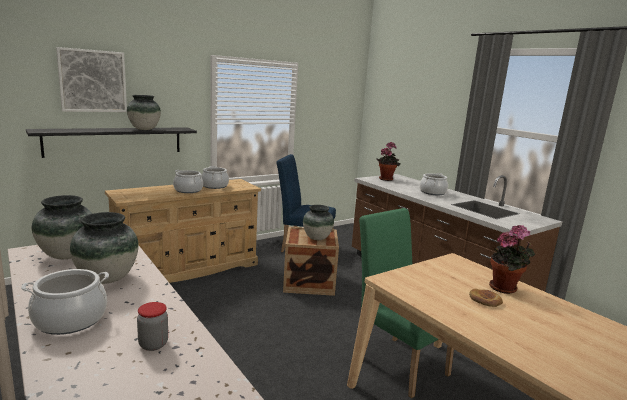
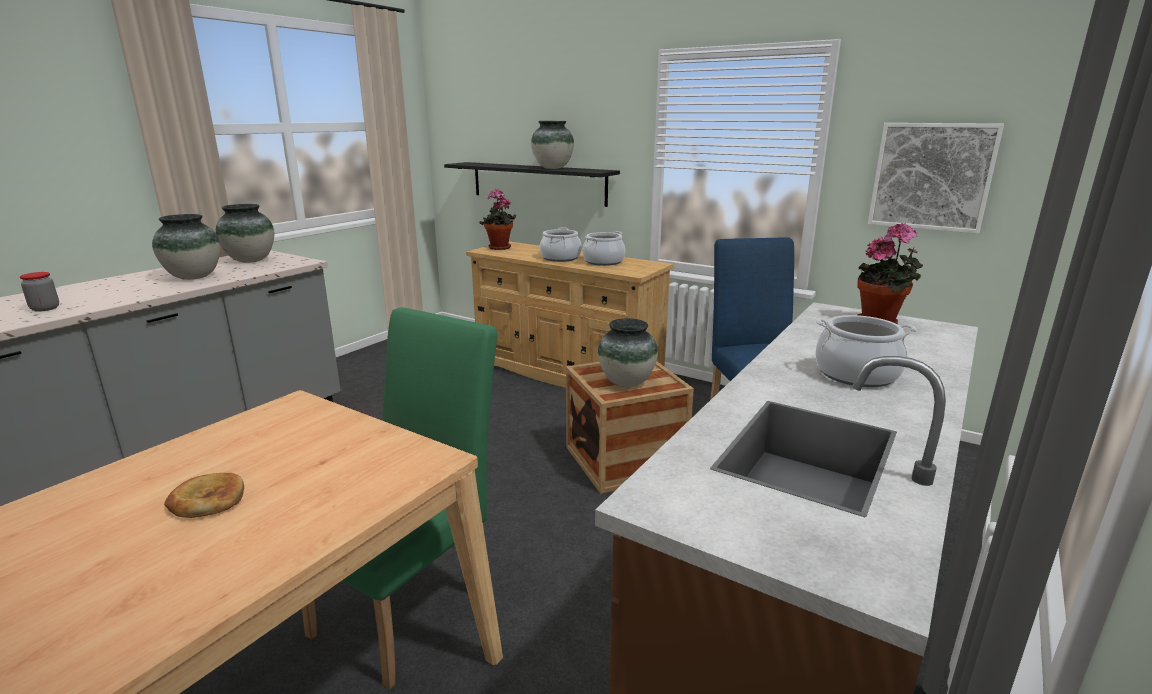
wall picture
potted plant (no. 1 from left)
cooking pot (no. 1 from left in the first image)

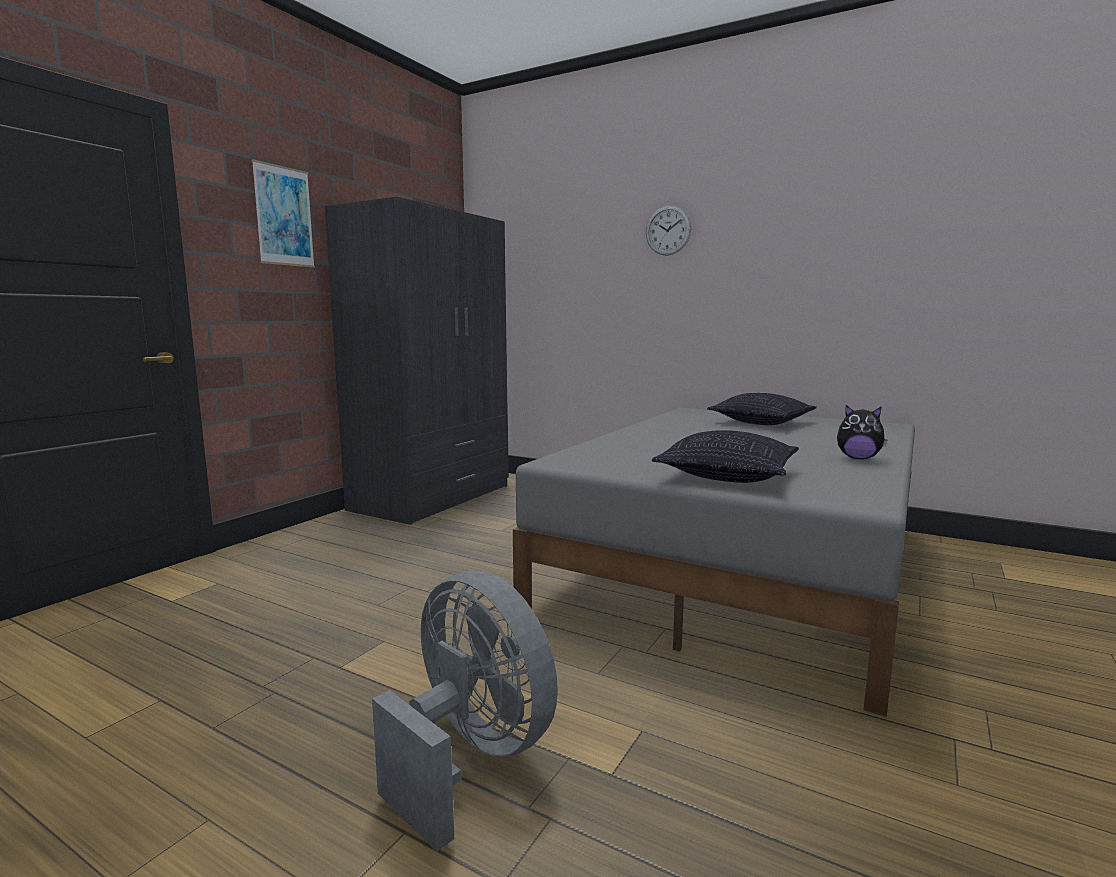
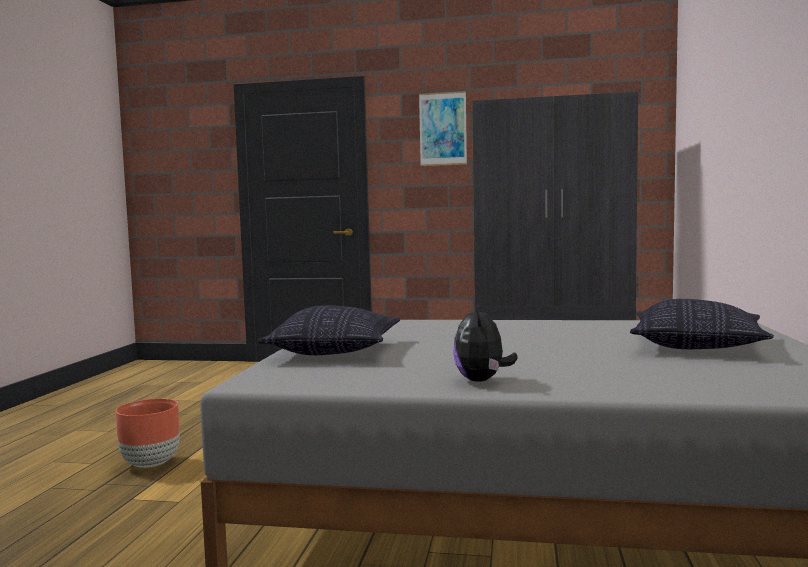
wall clock
plant pot (brownish)

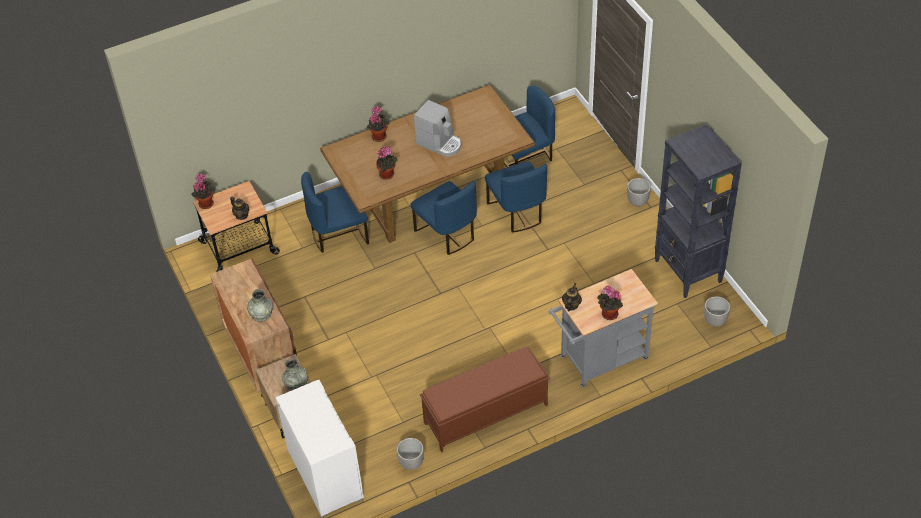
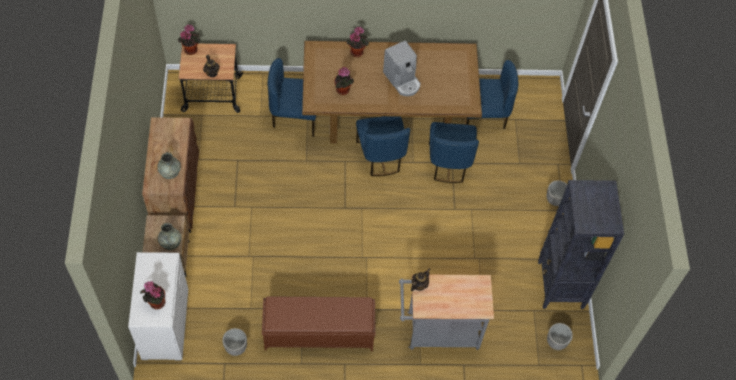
potted plant (no. 1 from left)

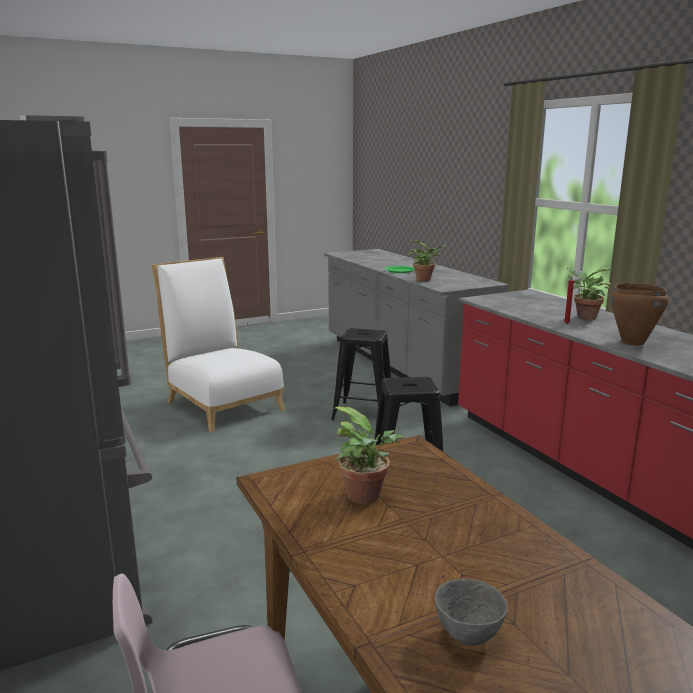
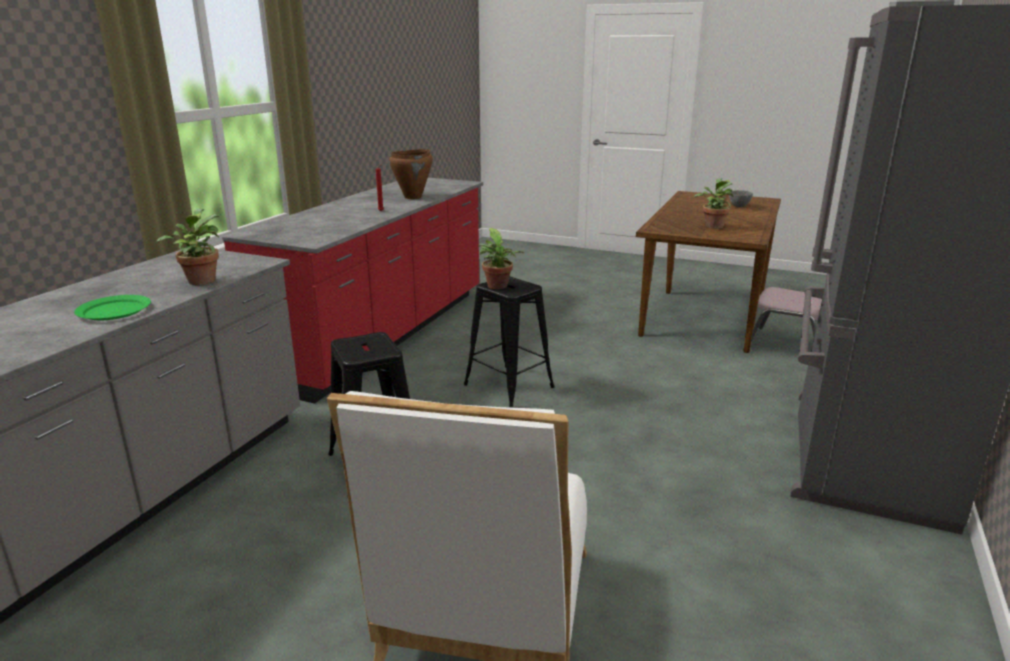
potted plant (no. 2 from left)

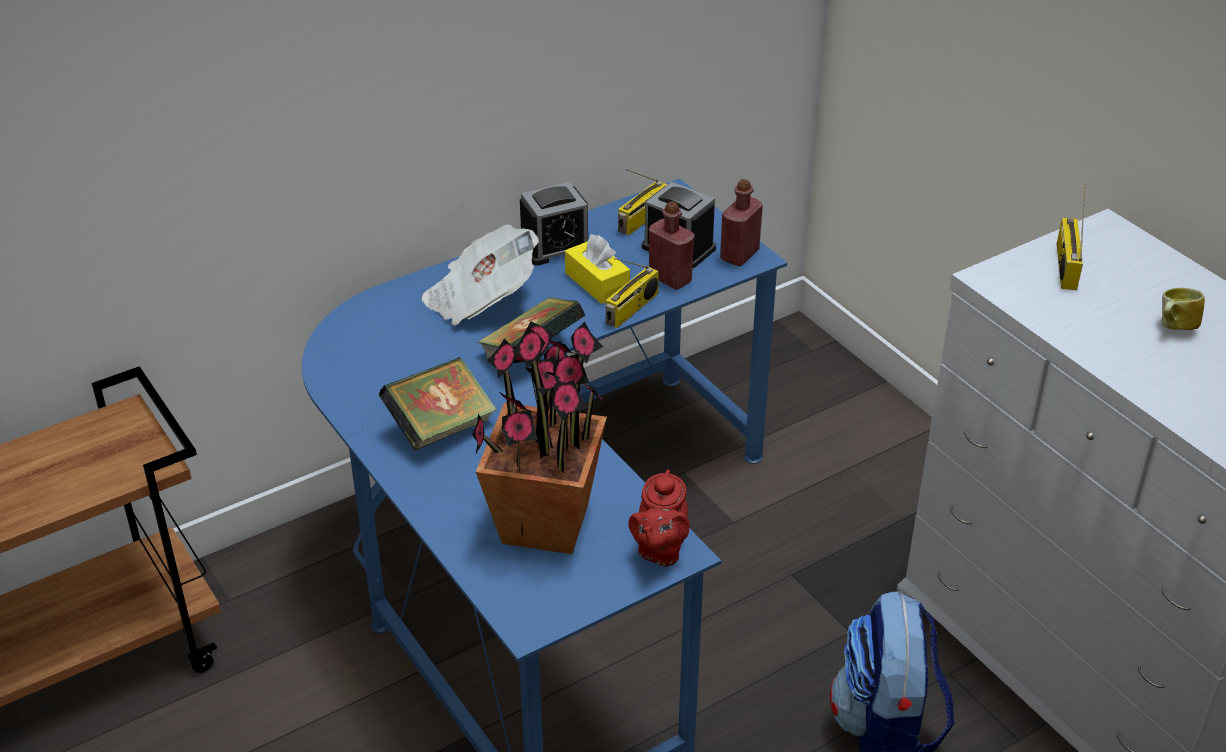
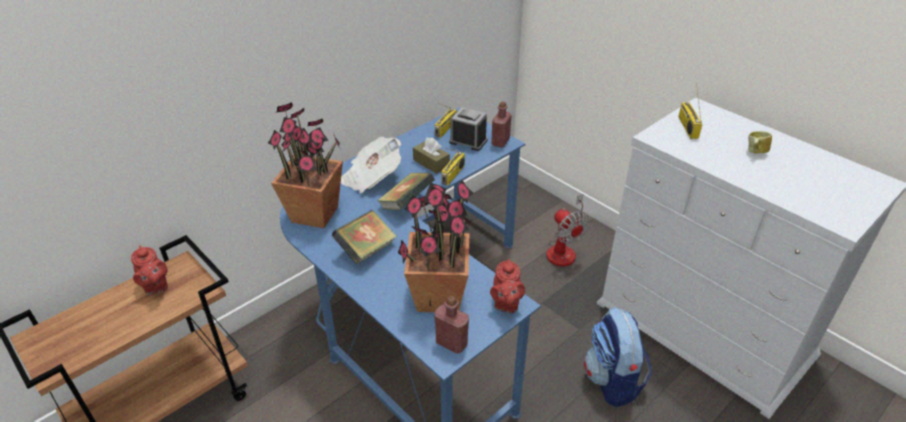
alarm clock (no. 1 from left in the first image)
beverage bottle (reddish) (no. 1 from left)
tissue box (brownish)
potted plant (no. 1 from left)
fan
pot for tea (reddish) (no. 1 from left)

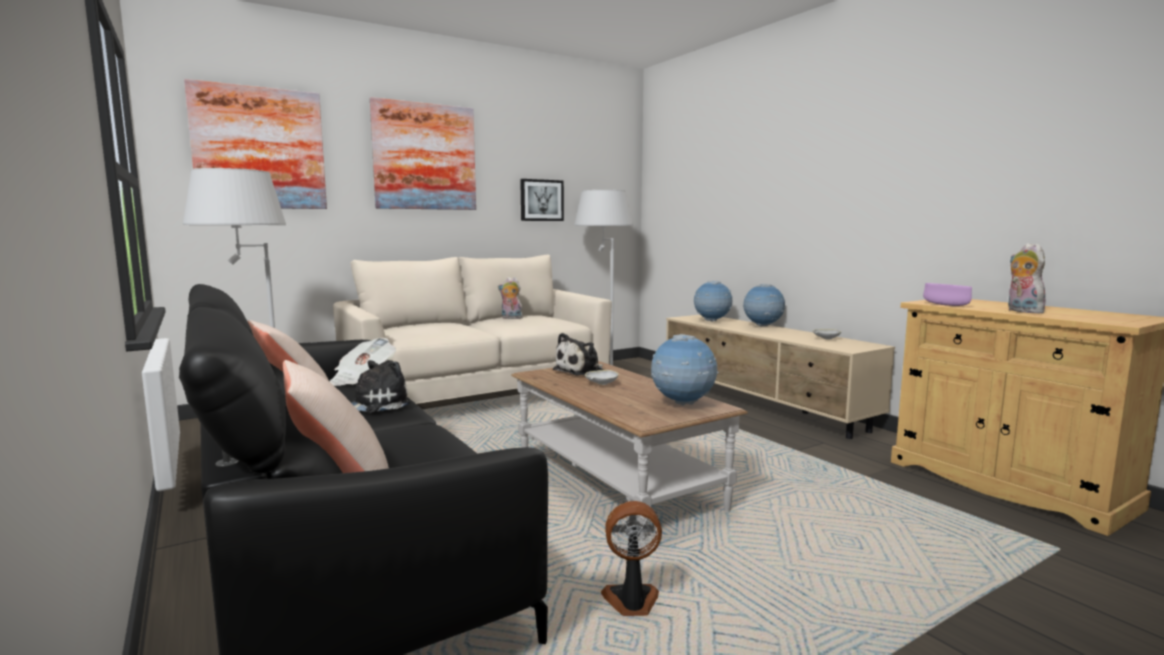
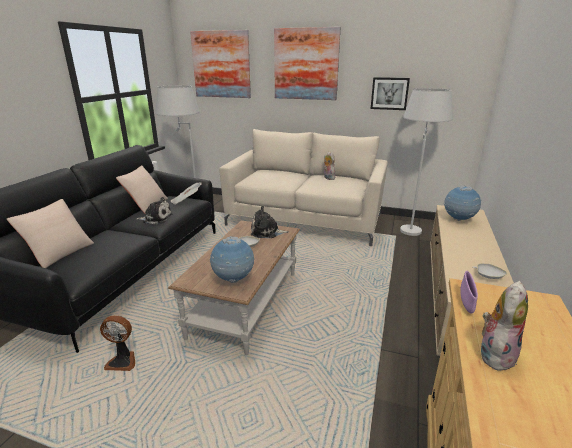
desk globe (no. 3 from left in the first image)
fan

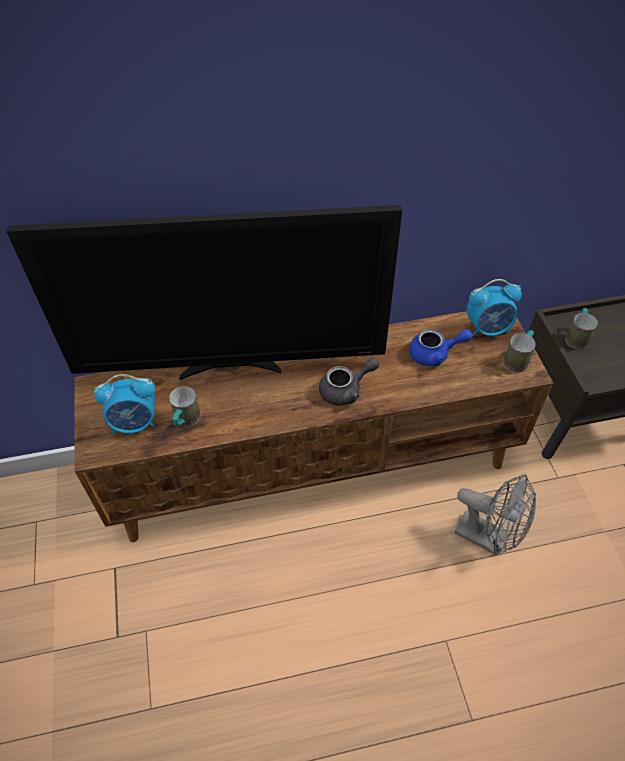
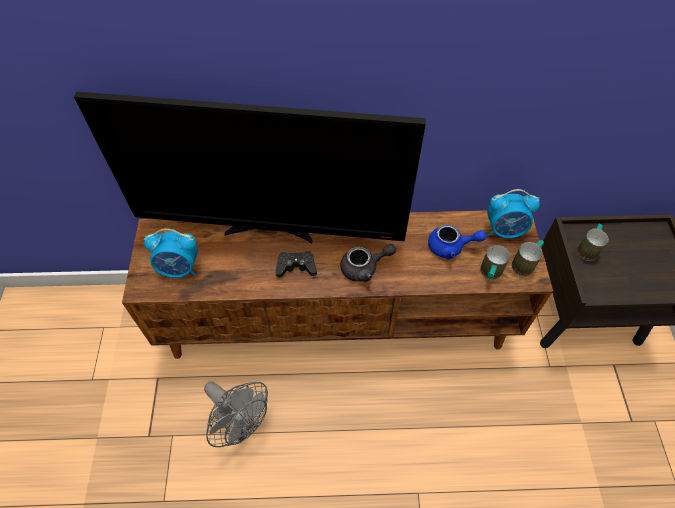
tea mug (no. 1 from left)
fan (grey)
gamepad (black)

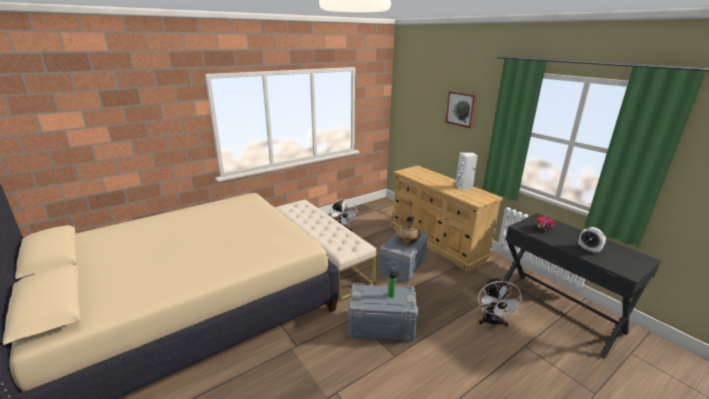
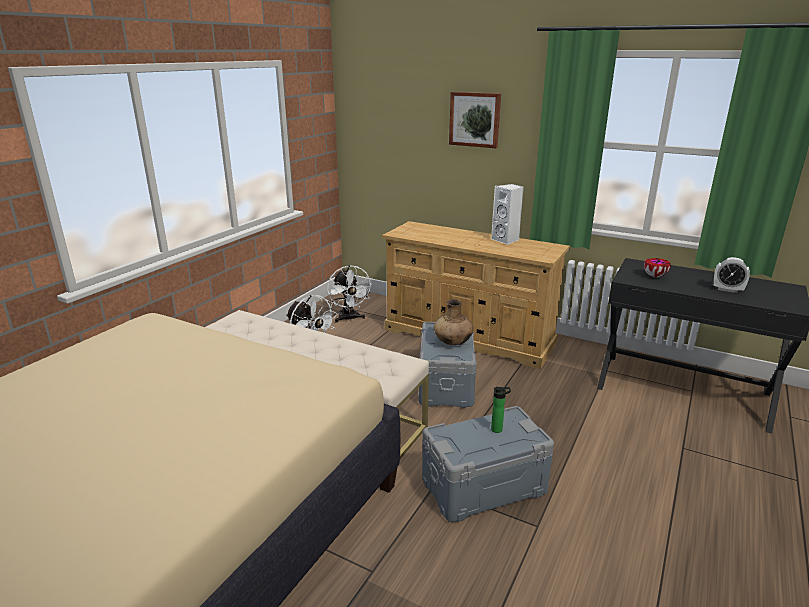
fan (whitish) (no. 2 from left)

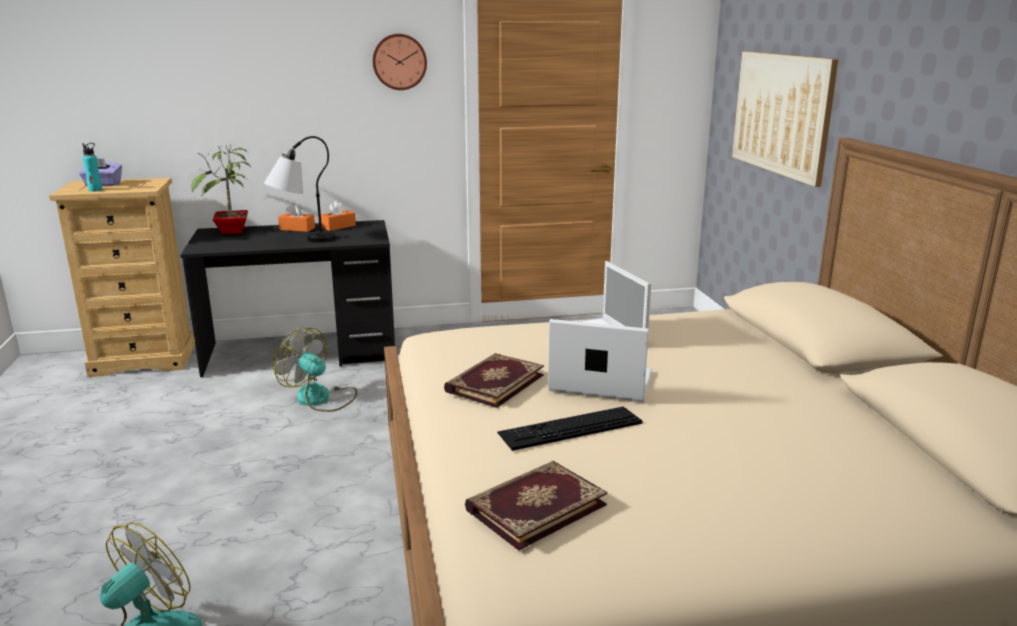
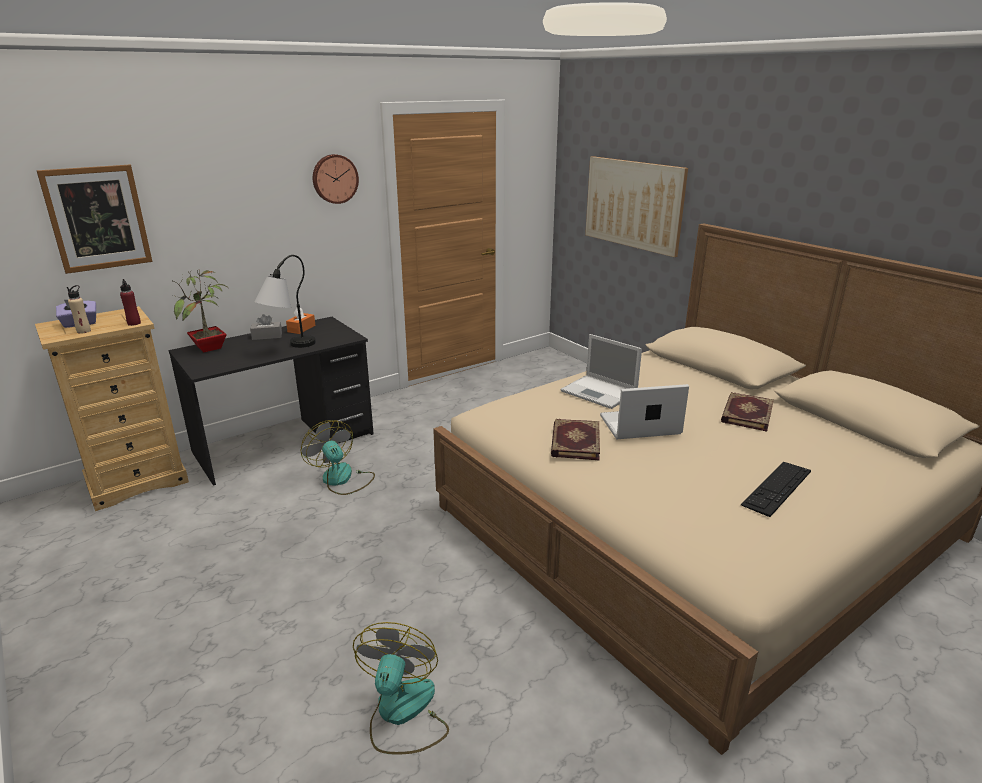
beverage bottle (sand-coloured)
tissue box (grey)
fan (no. 1 from left)
PC keyboard
bound book (no. 2 from left)
wall picture (no. 1 from left)
beverage bottle (reddish)

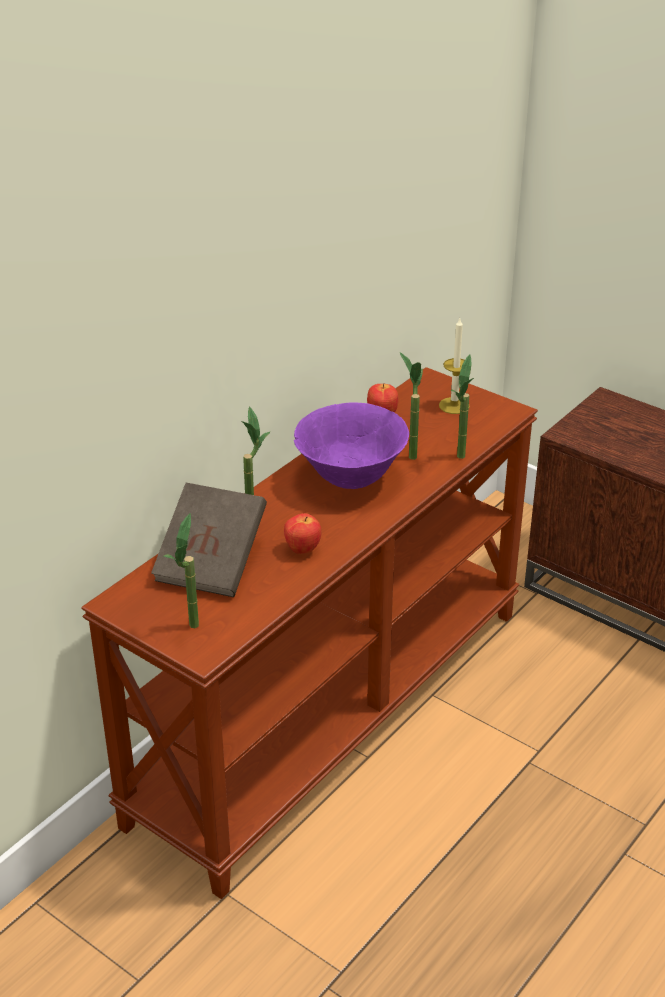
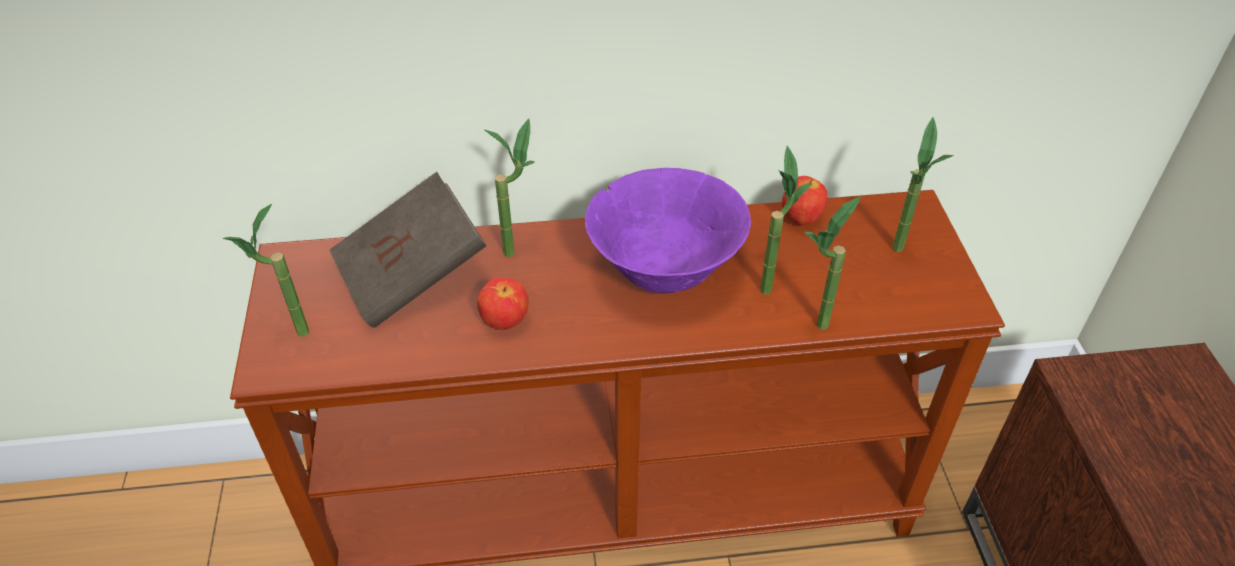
potted plant (no. 5 from left)

